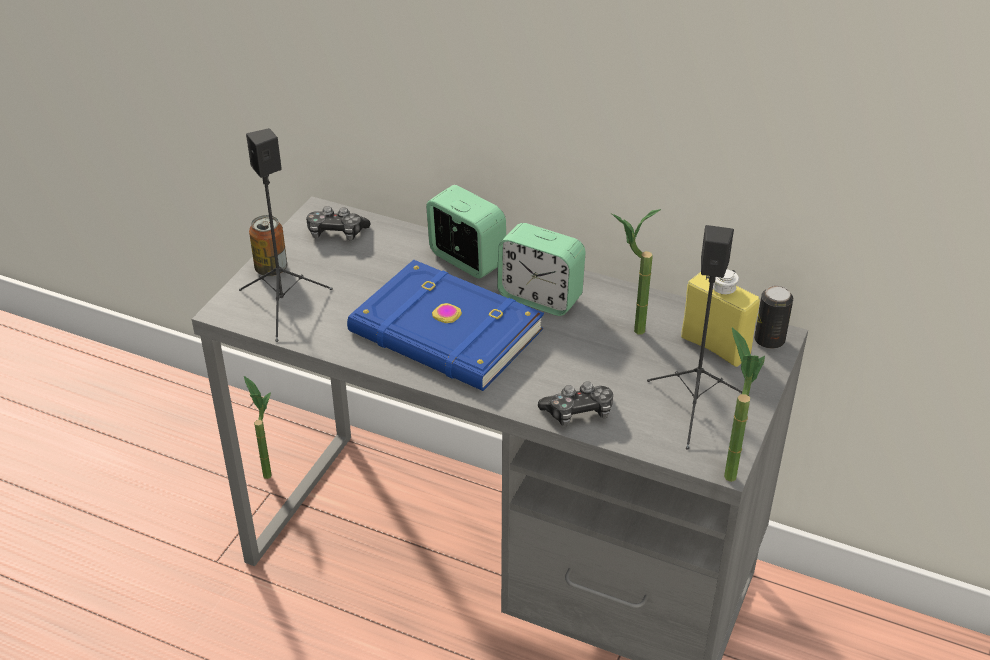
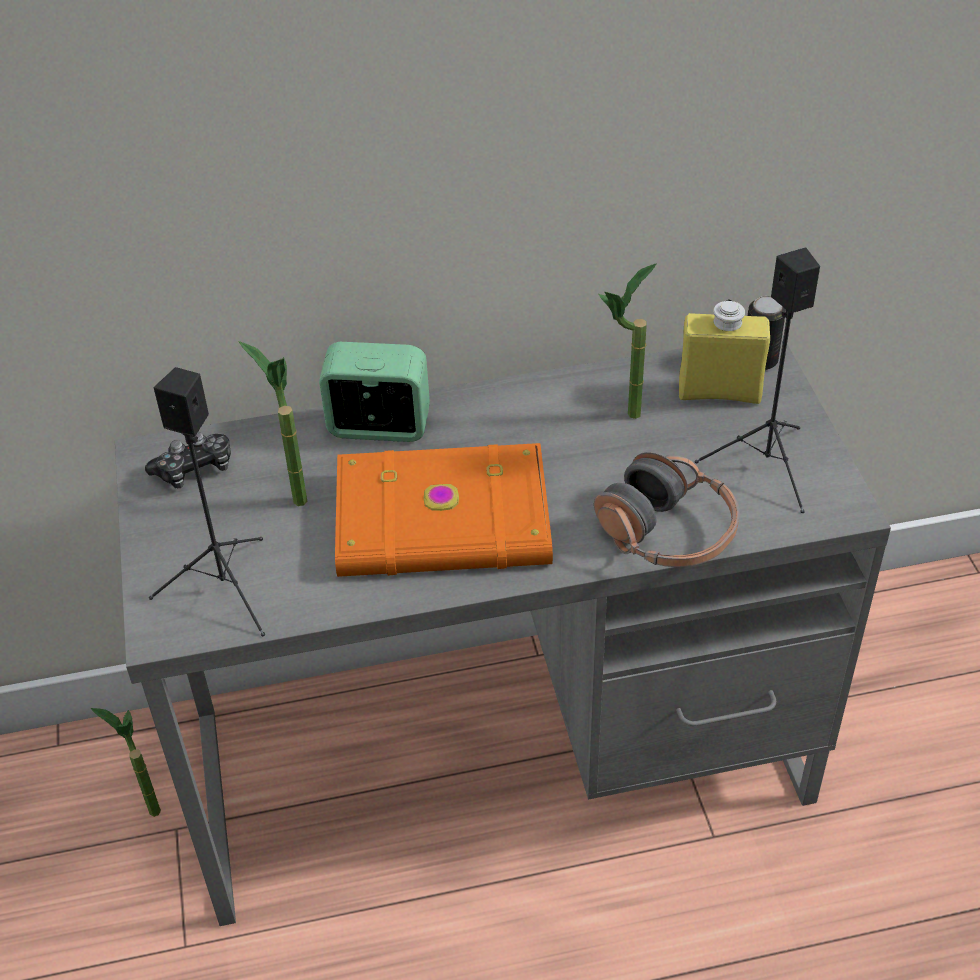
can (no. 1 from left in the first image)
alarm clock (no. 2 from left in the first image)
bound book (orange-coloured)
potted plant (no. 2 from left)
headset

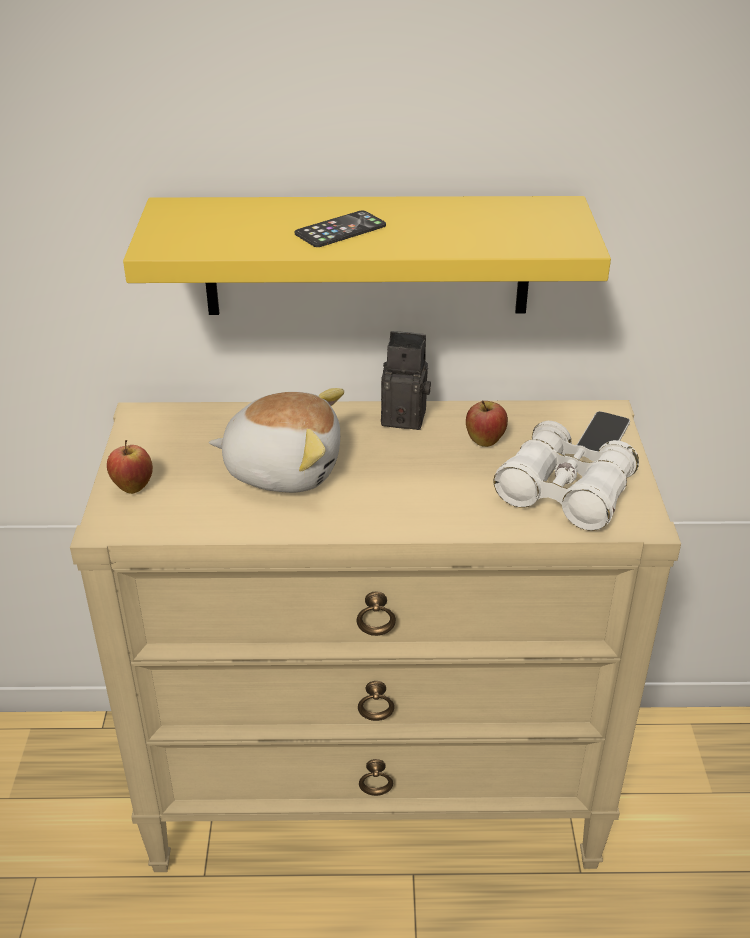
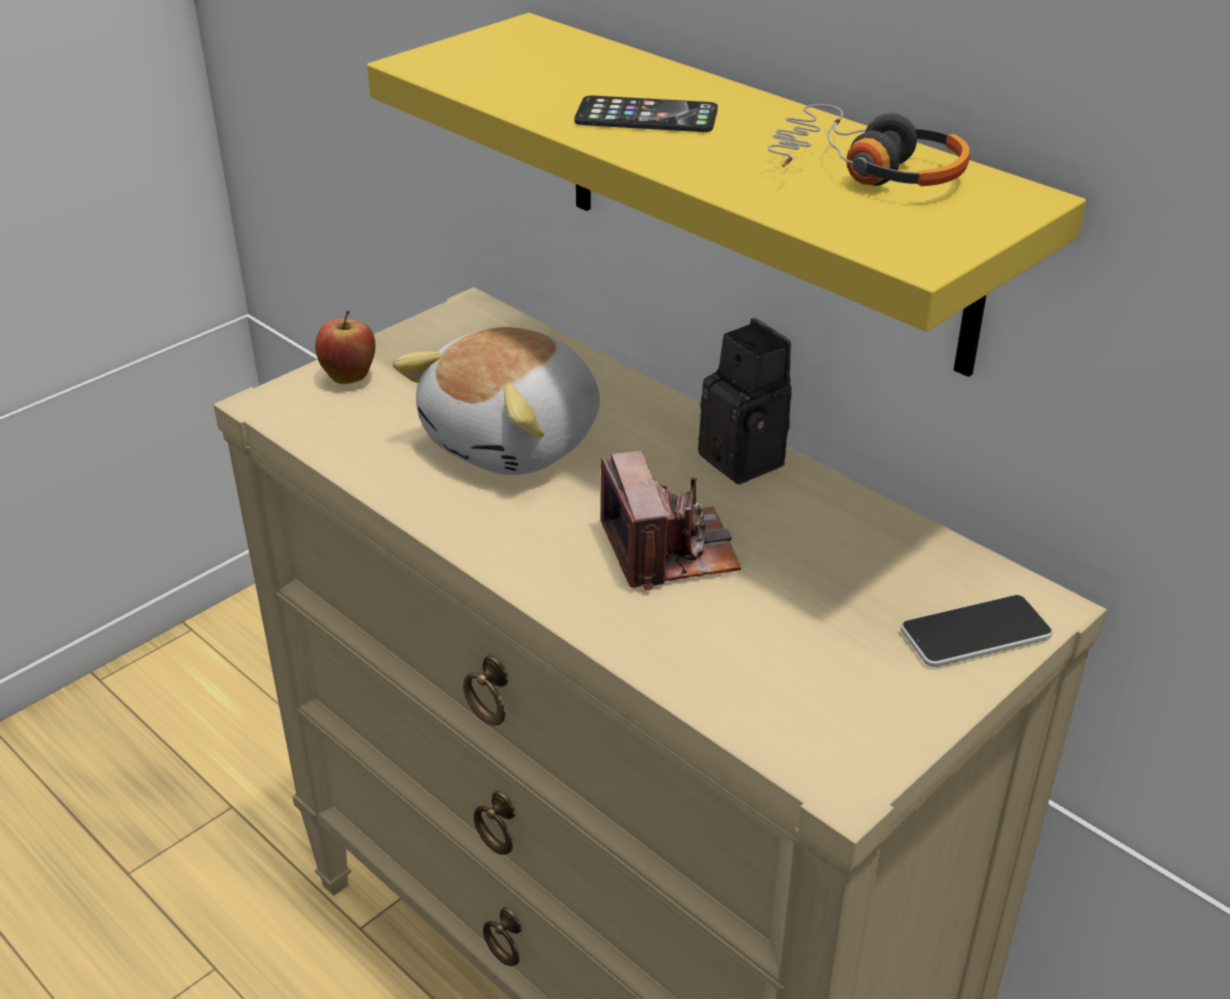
soft toy
whole apple (no. 2 from left in the first image)
field glasses (whitish)
headset
photo camera (no. 1 from left)

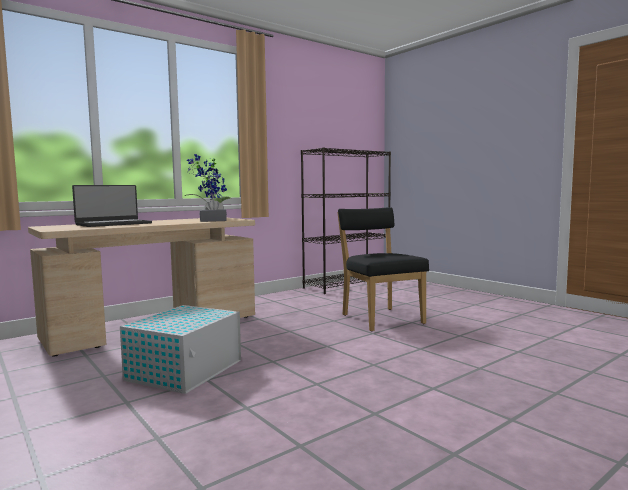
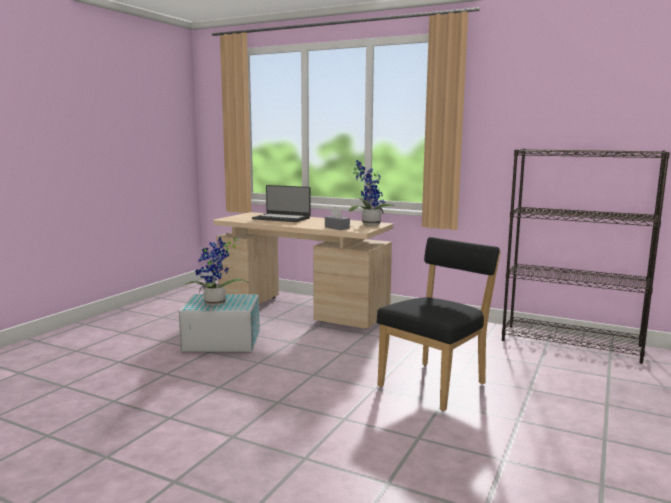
potted plant (no. 1 from left)

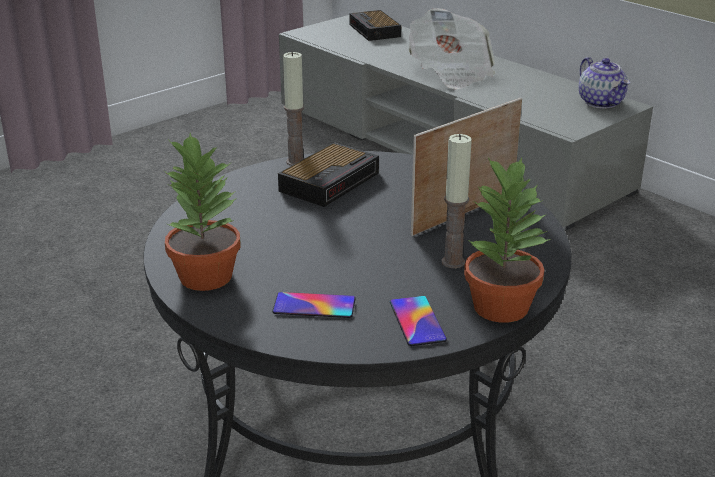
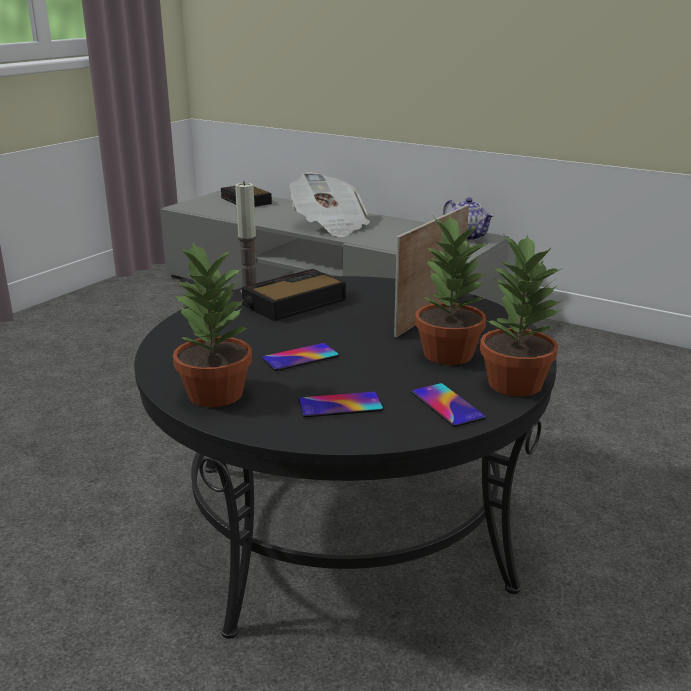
potted plant (no. 2 from left)
alarm clock (no. 2 from left)
telephone (no. 1 from left)

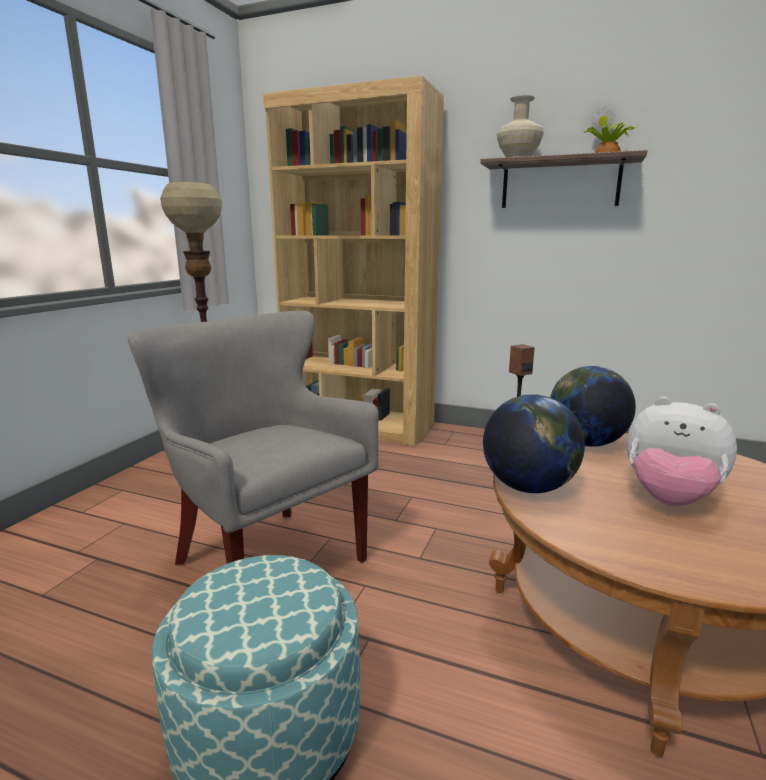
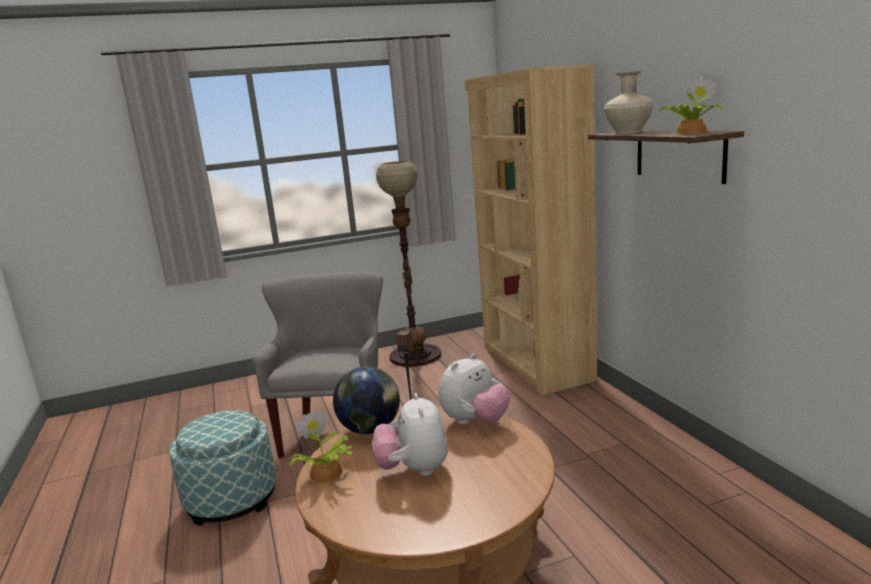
soft toy (no. 2 from left)
potted plant (no. 1 from left)

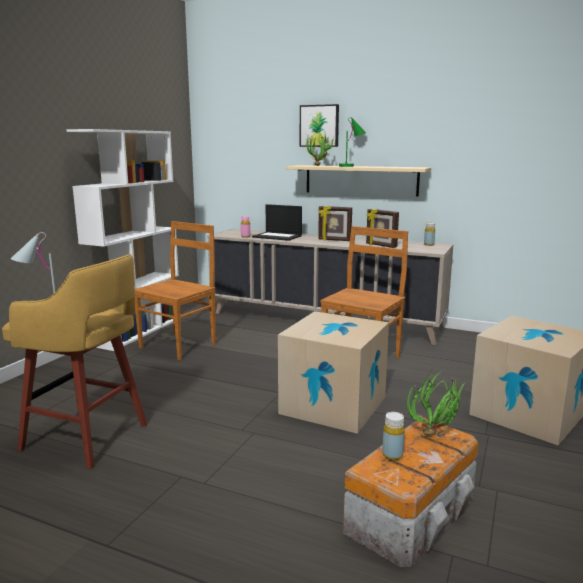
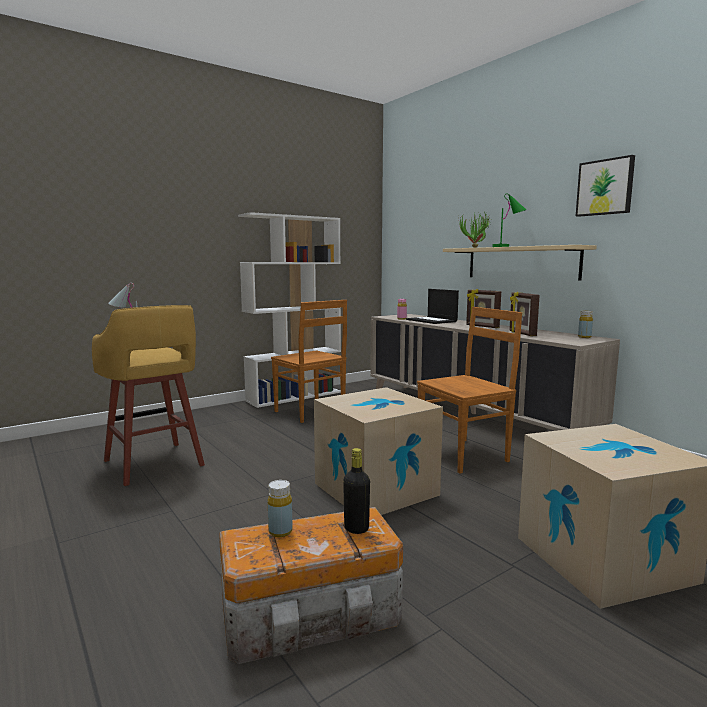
wall picture
plain chair (brownish) (no. 1 from left)
beverage bottle (black)

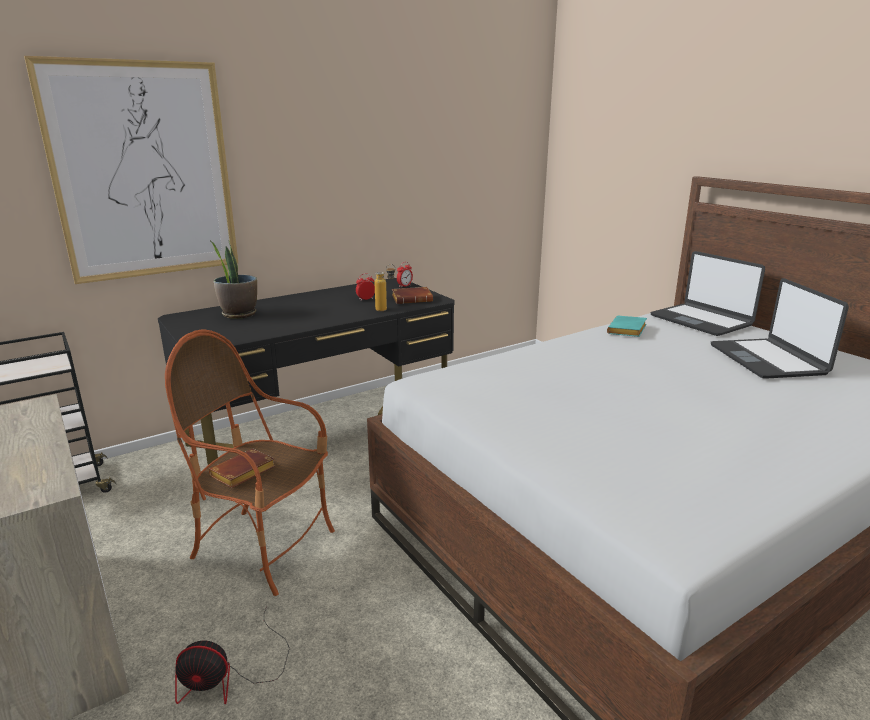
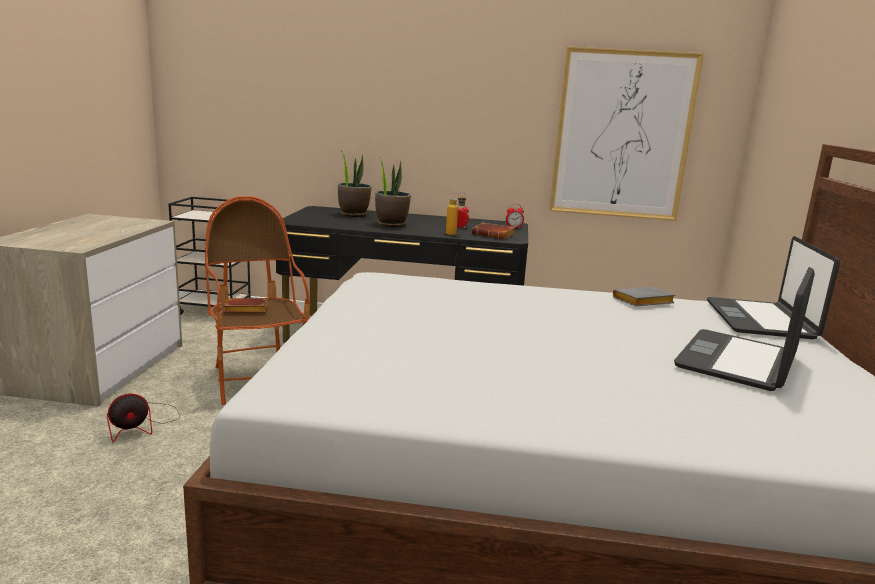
wall picture
bound book (grey)
fan
potted plant (no. 2 from left)

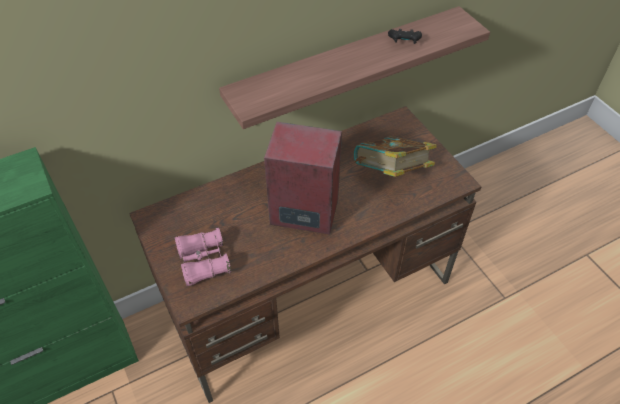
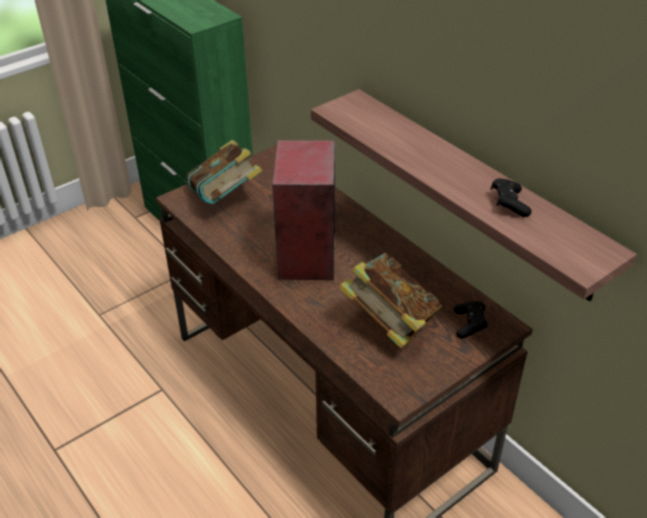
bound book (no. 1 from left)
gamepad (black) (no. 1 from left)

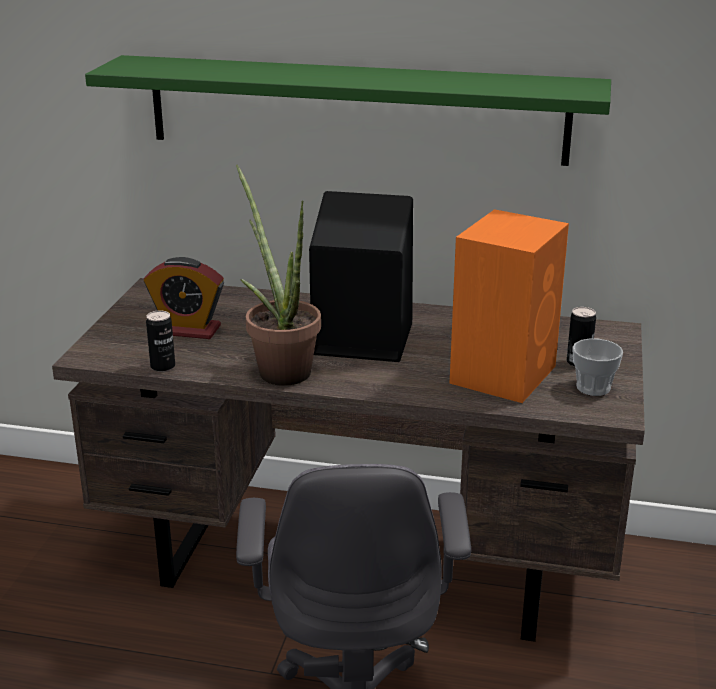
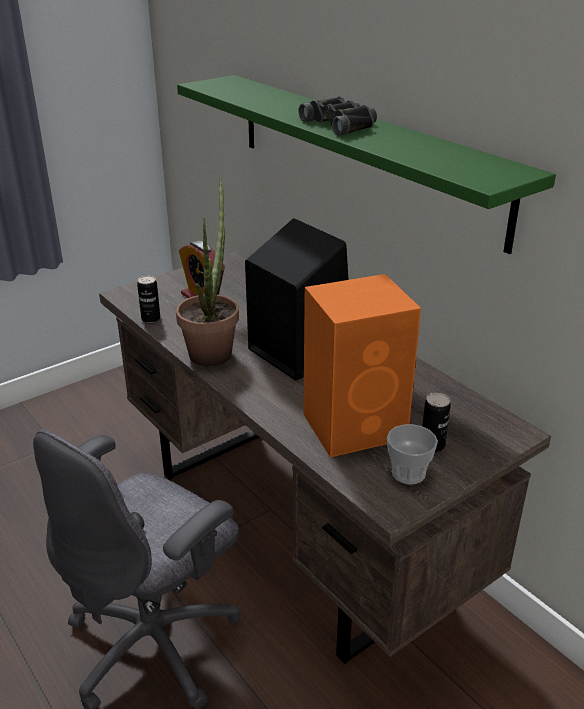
field glasses (black)

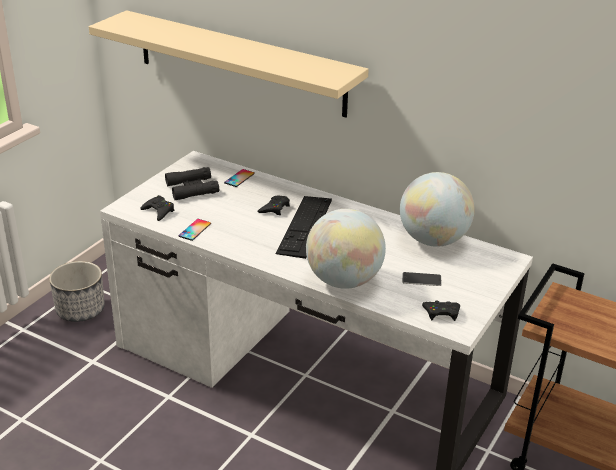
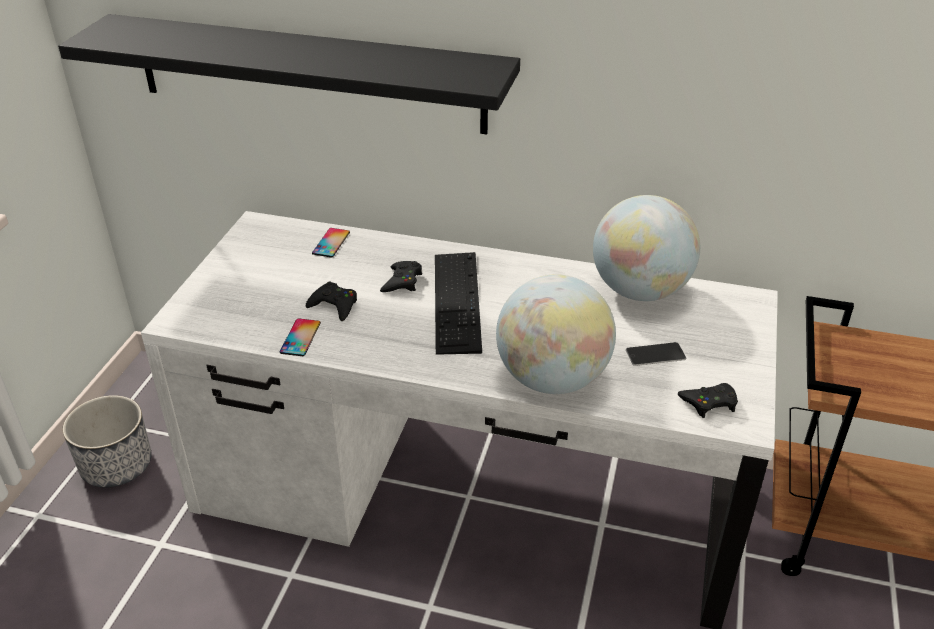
bracket shelf (black)
field glasses (black)
gamepad (black) (no. 1 from left)

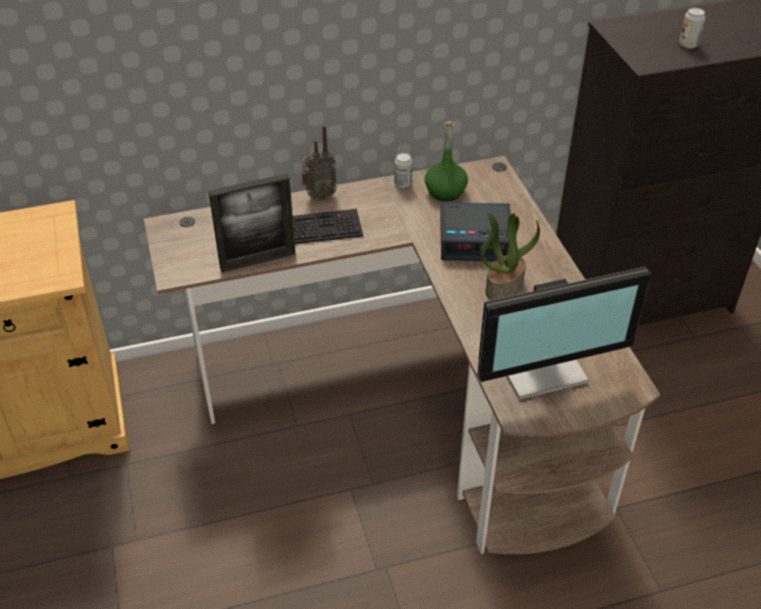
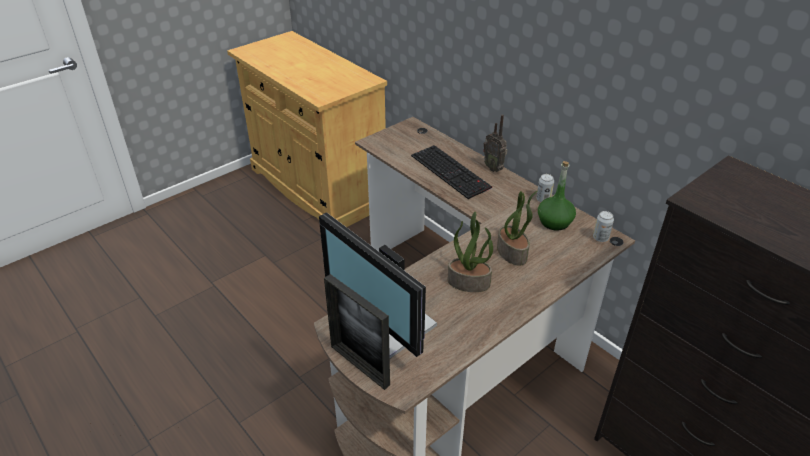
can (no. 2 from left)
standing frame
potted plant (no. 2 from left)

